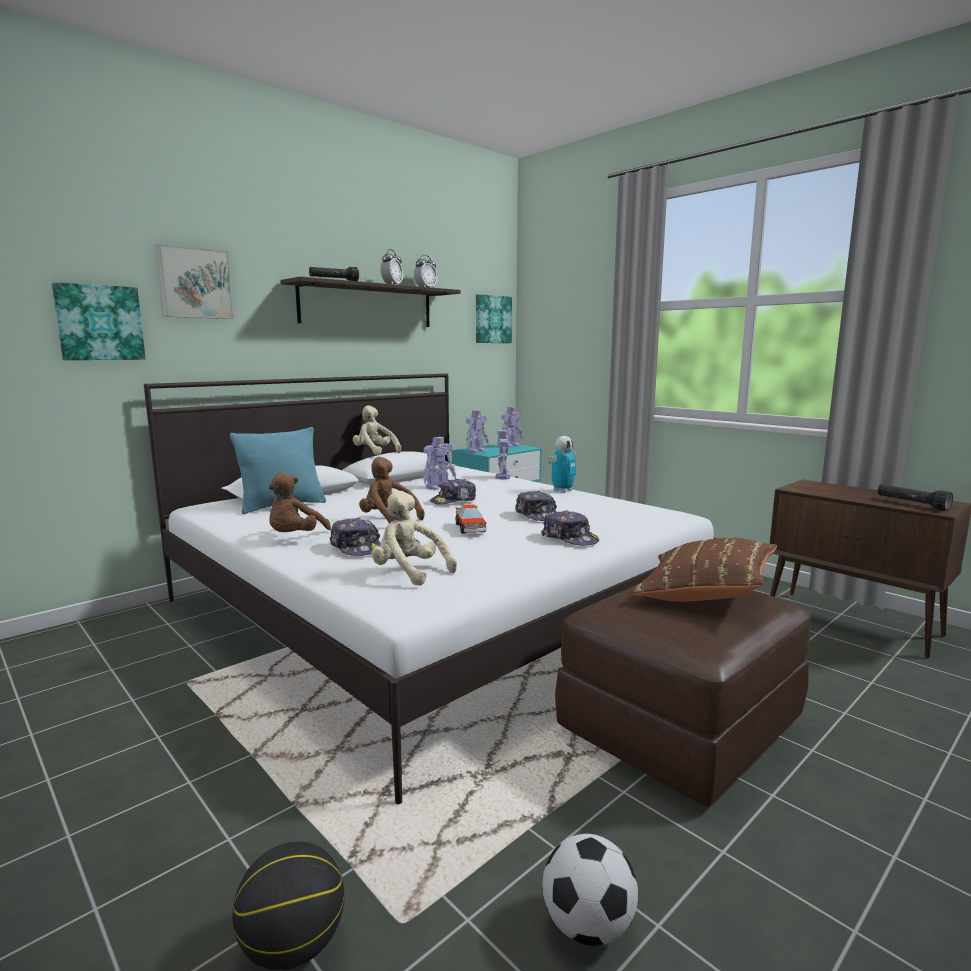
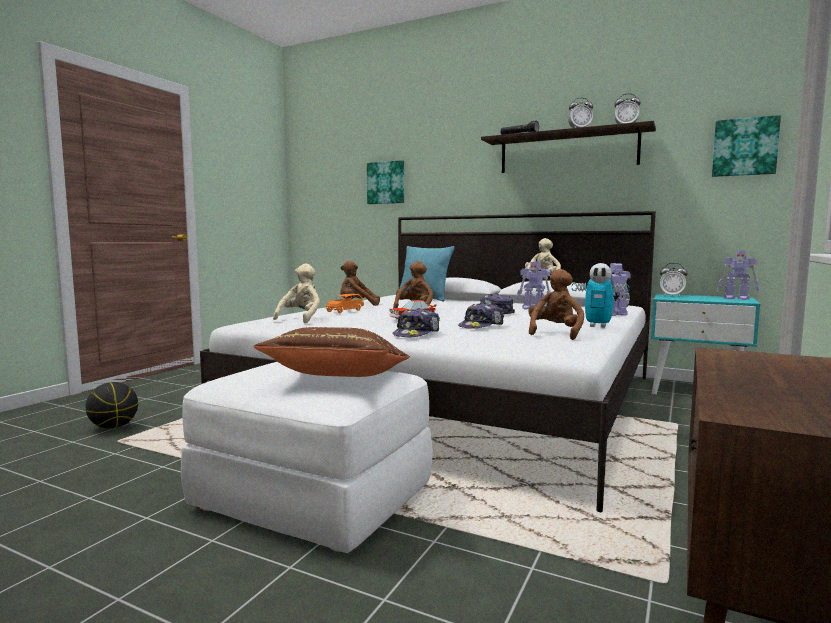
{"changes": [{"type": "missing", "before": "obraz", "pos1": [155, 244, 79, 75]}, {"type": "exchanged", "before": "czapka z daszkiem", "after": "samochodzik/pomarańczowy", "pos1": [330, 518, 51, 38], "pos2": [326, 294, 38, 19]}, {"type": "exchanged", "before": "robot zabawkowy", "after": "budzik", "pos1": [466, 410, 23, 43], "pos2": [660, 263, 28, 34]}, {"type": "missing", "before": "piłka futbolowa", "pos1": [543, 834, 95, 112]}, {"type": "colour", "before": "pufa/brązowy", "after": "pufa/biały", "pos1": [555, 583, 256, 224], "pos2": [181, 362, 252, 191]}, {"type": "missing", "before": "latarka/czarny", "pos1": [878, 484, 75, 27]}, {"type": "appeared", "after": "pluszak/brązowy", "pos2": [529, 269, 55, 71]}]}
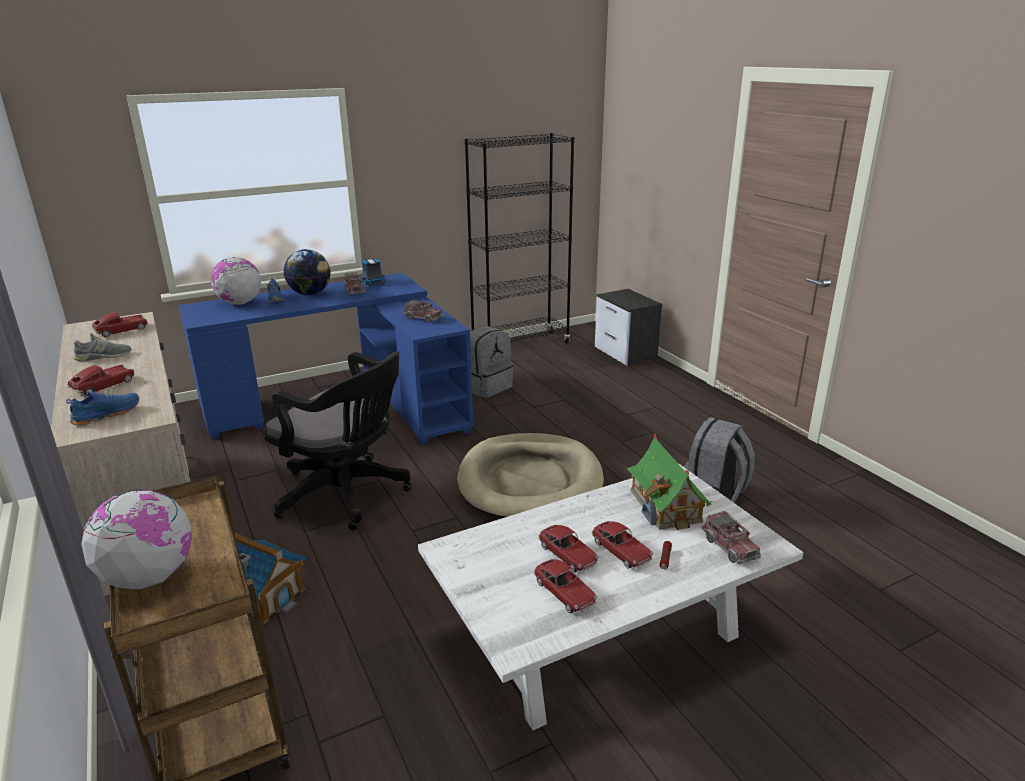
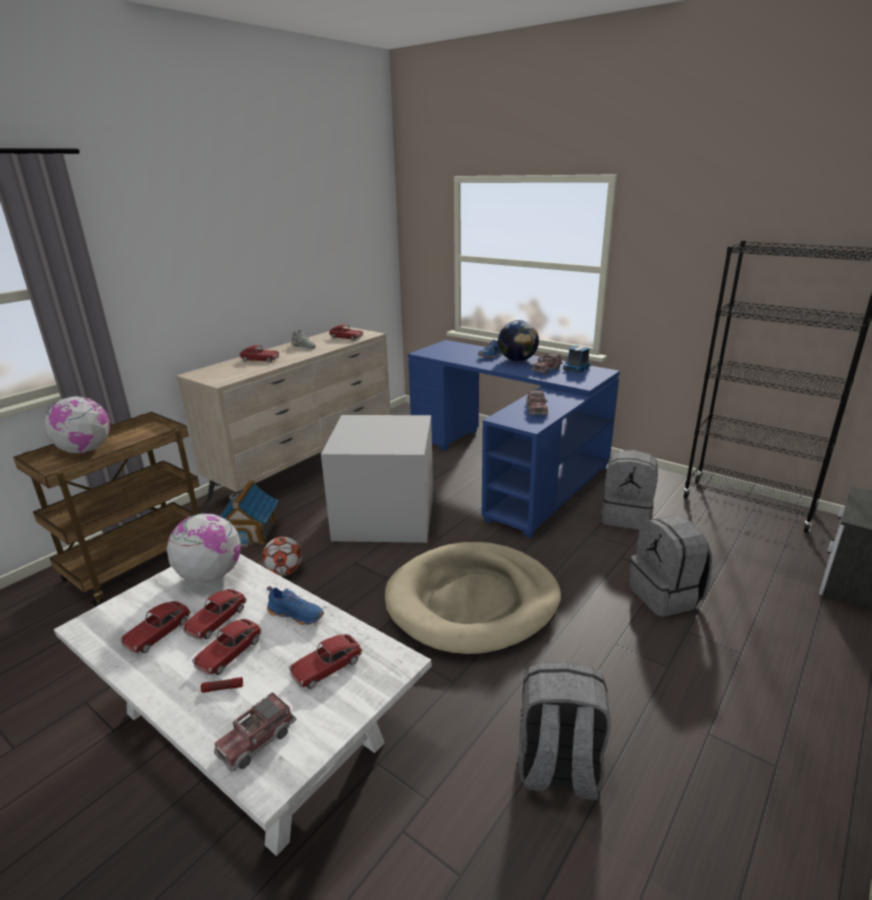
{"changes": [{"type": "relocated", "before": "but/niebieski", "pos1": [66, 391, 73, 35], "pos2": [267, 586, 57, 39]}, {"type": "relocated", "before": "globus", "pos1": [211, 257, 50, 48], "pos2": [167, 513, 74, 70]}, {"type": "exchanged", "before": "krzesło biurowe/czarny", "after": "pojemnik do przechowywania/szary", "pos1": [264, 351, 148, 180], "pos2": [321, 415, 112, 128]}, {"type": "exchanged", "before": "domek", "after": "samochodzik", "pos1": [627, 433, 86, 97], "pos2": [289, 634, 74, 55]}, {"type": "appeared", "after": "piłka futbolowa", "pos2": [262, 537, 40, 39]}, {"type": "appeared", "after": "plecak/szary", "pos2": [629, 515, 83, 102]}]}
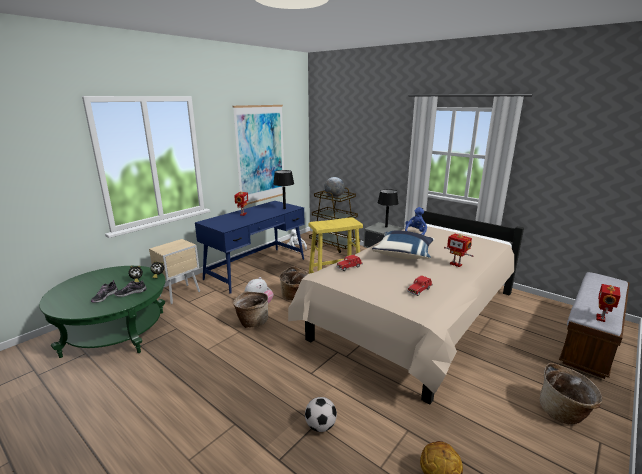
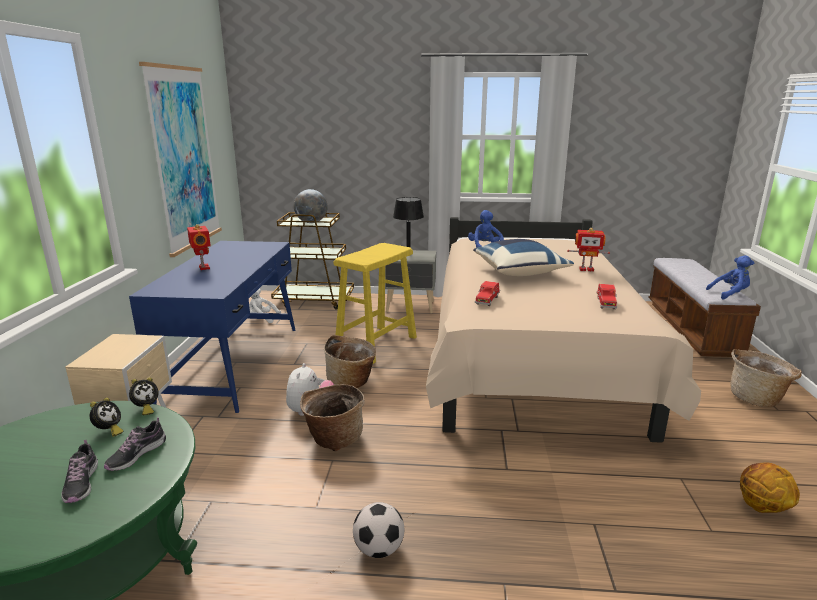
{"changes": [{"type": "missing", "before": "lampa stołowa/czarny", "pos1": [273, 170, 21, 39]}, {"type": "relocated", "before": "piłka futbolowa", "pos1": [305, 397, 32, 35], "pos2": [353, 502, 51, 56]}, {"type": "exchanged", "before": "robot zabawkowy", "after": "pluszak/niebieski", "pos1": [596, 284, 24, 38], "pos2": [706, 255, 48, 44]}]}
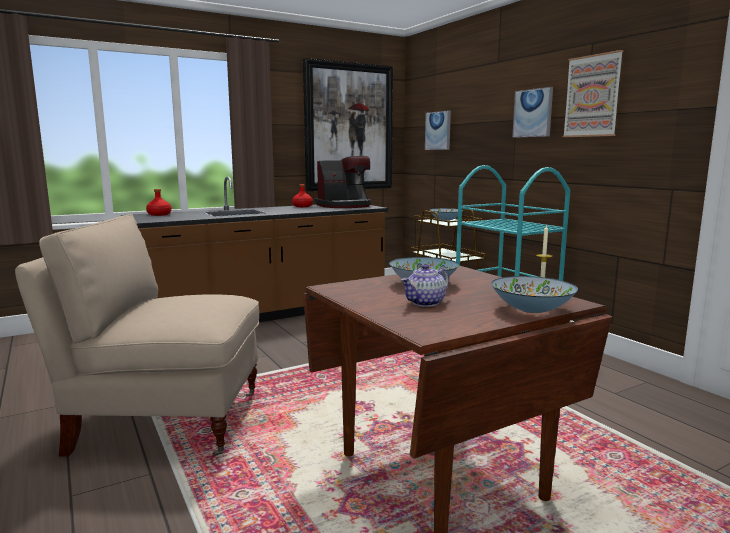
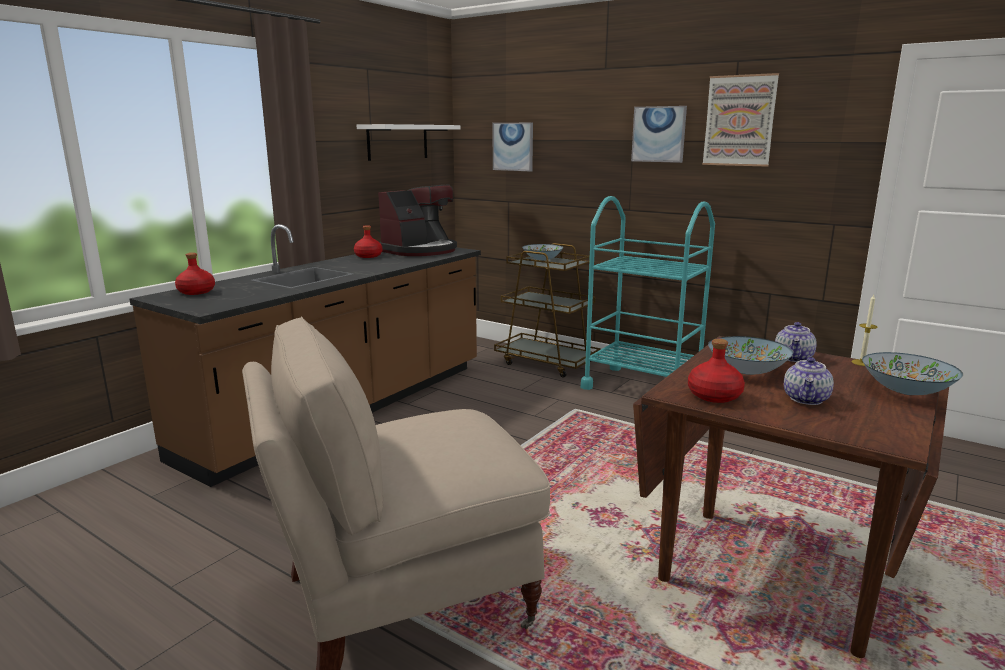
{"changes": [{"type": "exchanged", "before": "obraz", "after": "półka/biały", "pos1": [303, 58, 90, 133], "pos2": [356, 124, 105, 37]}, {"type": "appeared", "after": "butelka/czerwony", "pos2": [688, 339, 57, 64]}, {"type": "appeared", "after": "imbryk", "pos2": [775, 322, 42, 40]}]}
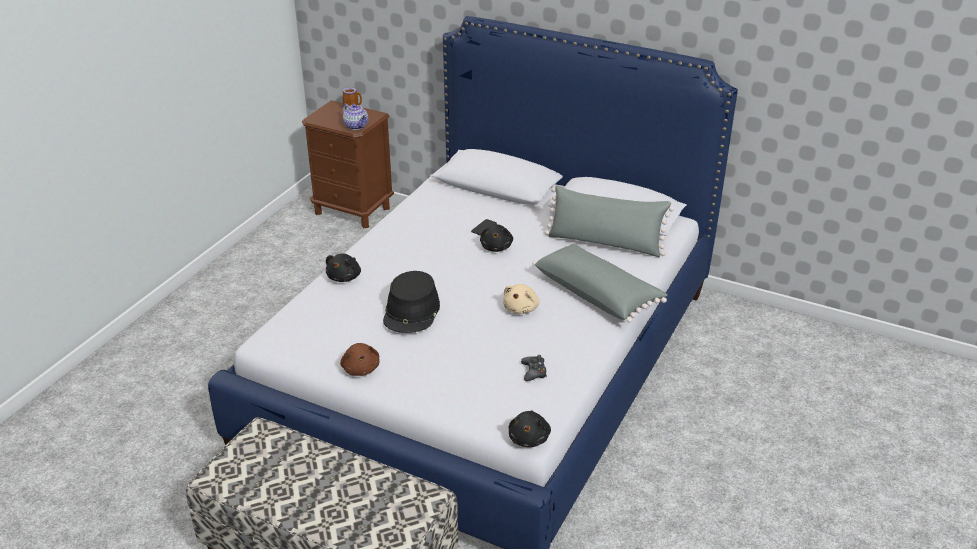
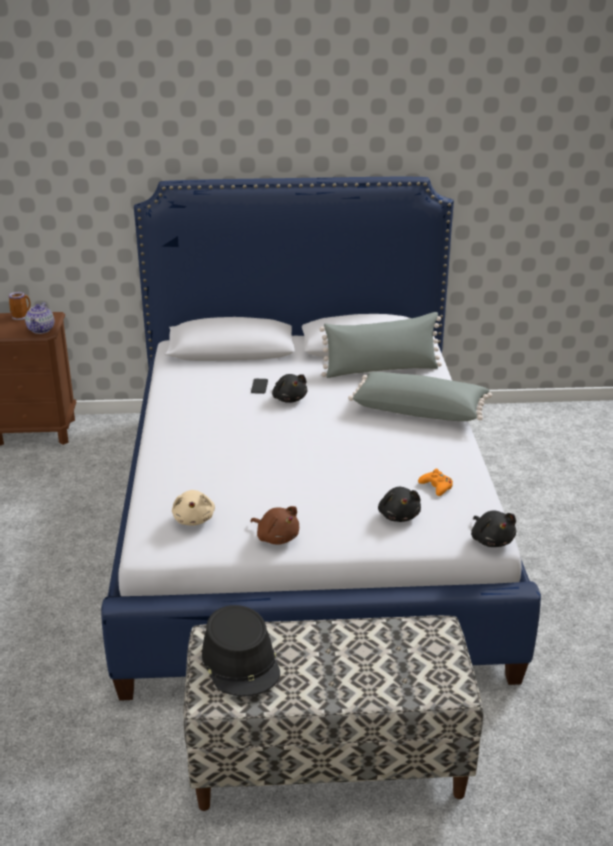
{"changes": [{"type": "relocated", "before": "pluszak/czarny", "pos1": [326, 253, 35, 29], "pos2": [378, 487, 43, 35]}, {"type": "spun", "before": "imbryk", "pos1": [343, 103, 25, 27], "pos2": [25, 302, 29, 32], "turn": 75}, {"type": "relocated", "before": "kapelusz/czarny", "pos1": [383, 271, 57, 62], "pos2": [202, 605, 78, 91]}, {"type": "relocated", "before": "pluszak/beżowy", "pos1": [503, 284, 37, 30], "pos2": [172, 490, 43, 36]}, {"type": "colour", "before": "pad do gier/czarny", "after": "pad do gier/pomarańczowy", "pos1": [521, 355, 26, 26], "pos2": [418, 469, 35, 27]}]}
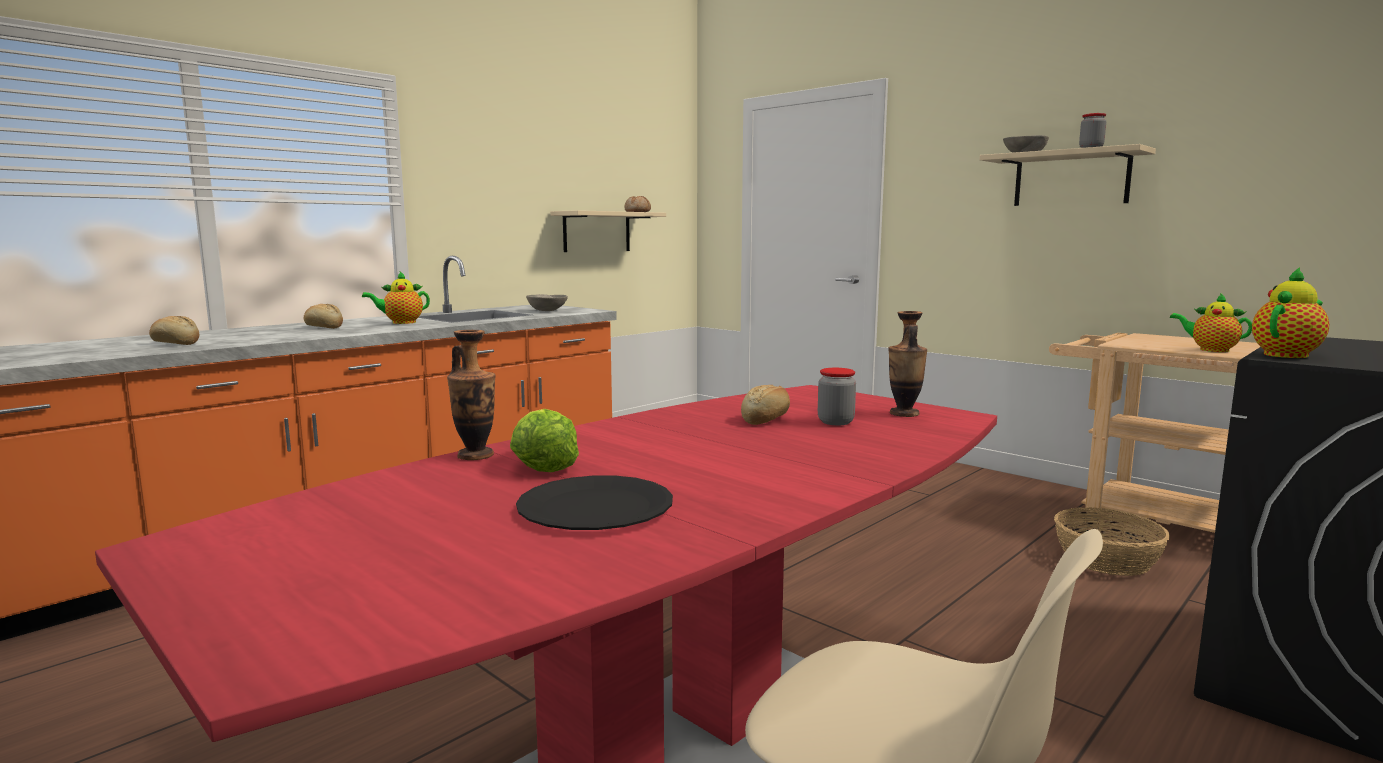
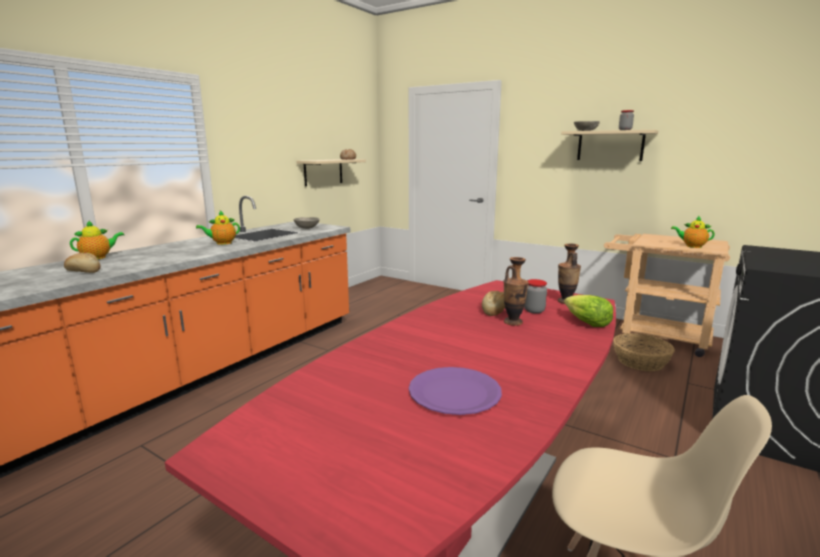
{"changes": [{"type": "missing", "before": "chleb", "pos1": [304, 304, 39, 25]}, {"type": "relocated", "before": "wazon", "pos1": [447, 330, 49, 130], "pos2": [503, 257, 26, 69]}, {"type": "relocated", "before": "sałata", "pos1": [510, 409, 69, 63], "pos2": [564, 295, 49, 32]}, {"type": "colour", "before": "talerz/czarny", "after": "talerz/fioletowy", "pos1": [516, 475, 157, 55], "pos2": [409, 367, 93, 48]}, {"type": "relocated", "before": "imbryk", "pos1": [1252, 267, 77, 91], "pos2": [70, 221, 54, 38]}]}
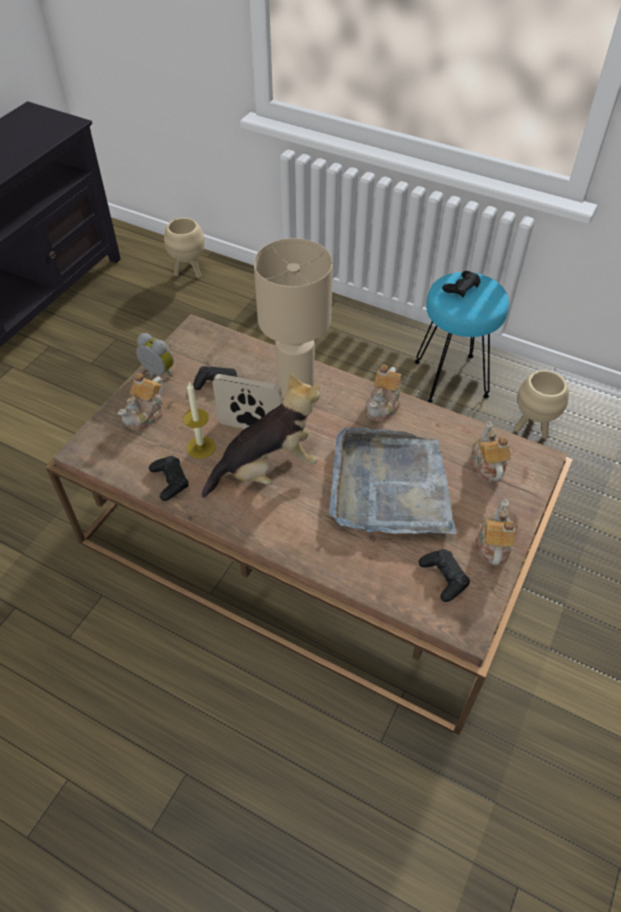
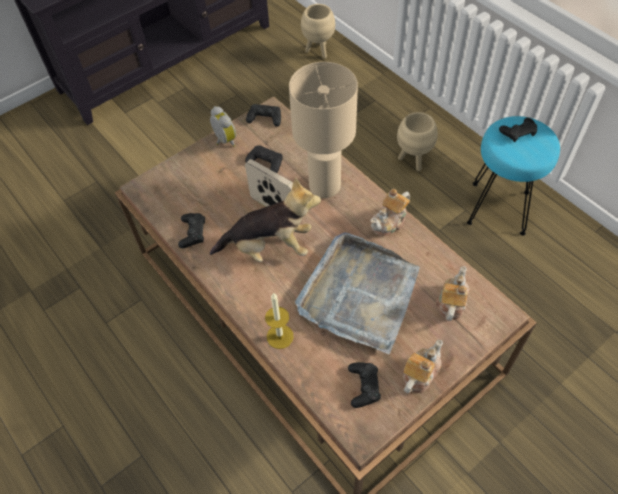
{"changes": [{"type": "missing", "before": "imbryk", "pos1": [118, 373, 46, 57]}, {"type": "relocated", "before": "świeca", "pos1": [183, 382, 32, 77], "pos2": [265, 293, 29, 56]}, {"type": "relocated", "before": "donica/beżowy", "pos1": [514, 370, 55, 69], "pos2": [397, 112, 41, 59]}, {"type": "appeared", "after": "pad do gier/czarny", "pos2": [246, 104, 35, 23]}]}
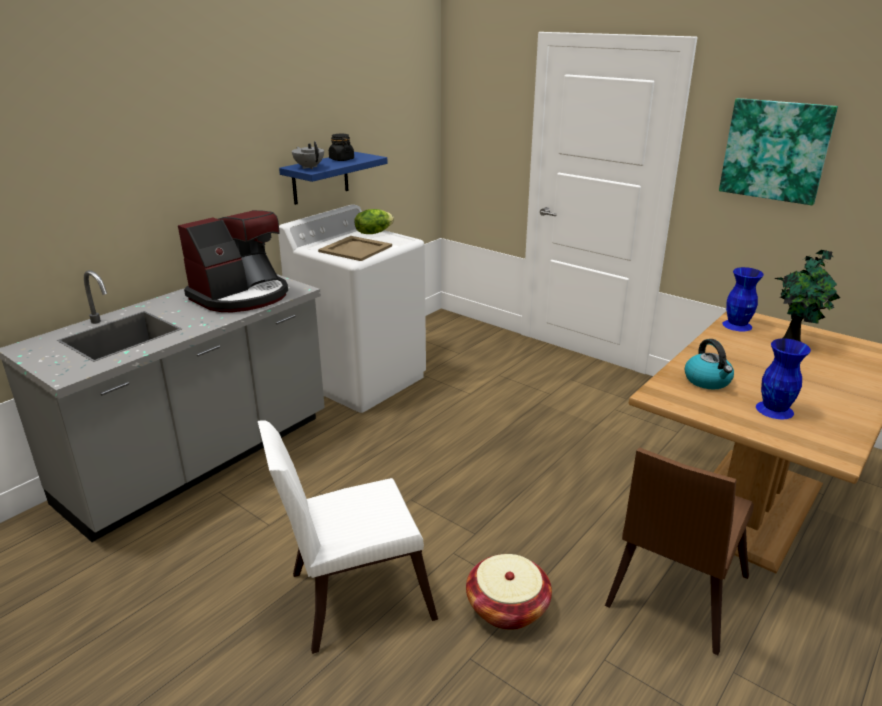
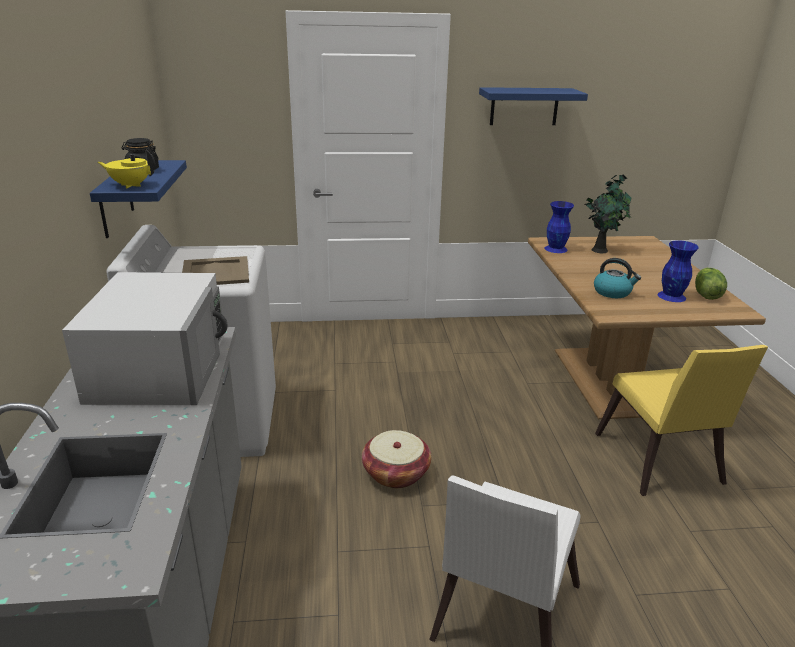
{"changes": [{"type": "exchanged", "before": "ekspres do kawy", "after": "mikrofalówka/biały", "pos1": [178, 210, 110, 103], "pos2": [62, 272, 166, 133]}, {"type": "colour", "before": "imbryk/szary", "after": "imbryk/żółty", "pos1": [292, 141, 32, 28], "pos2": [98, 150, 57, 38]}, {"type": "relocated", "before": "sałata", "pos1": [354, 209, 40, 25], "pos2": [695, 268, 32, 32]}, {"type": "relocated", "before": "koszyk", "pos1": [466, 554, 86, 76], "pos2": [362, 430, 69, 58]}, {"type": "colour", "before": "krzesło/brązowy", "after": "krzesło/żółty", "pos1": [605, 447, 149, 208], "pos2": [595, 345, 173, 151]}, {"type": "exchanged", "before": "obraz", "after": "półka/niebieski", "pos1": [719, 98, 119, 107], "pos2": [479, 87, 109, 38]}]}
